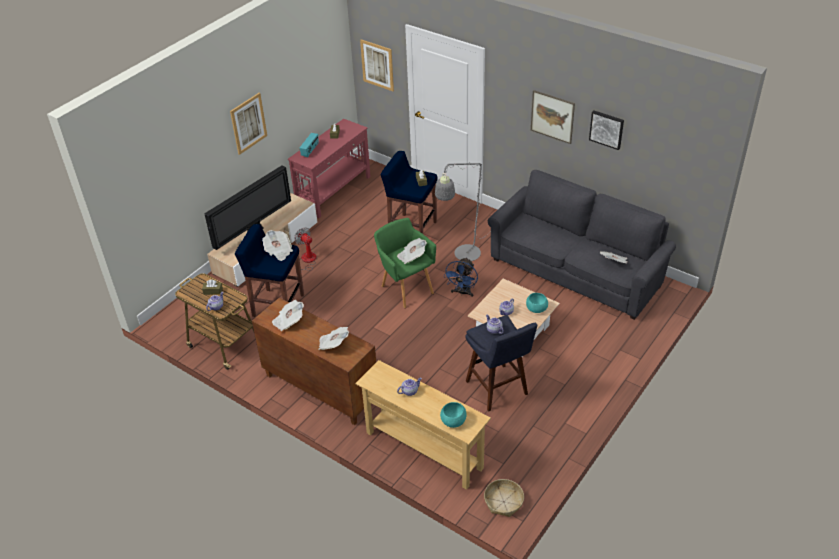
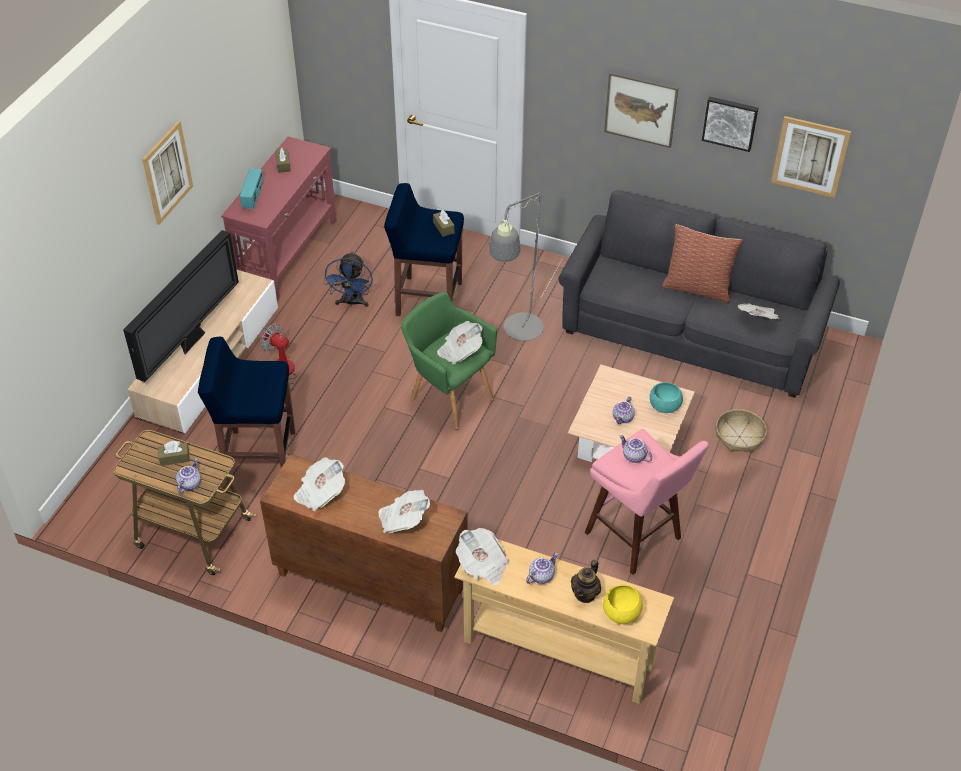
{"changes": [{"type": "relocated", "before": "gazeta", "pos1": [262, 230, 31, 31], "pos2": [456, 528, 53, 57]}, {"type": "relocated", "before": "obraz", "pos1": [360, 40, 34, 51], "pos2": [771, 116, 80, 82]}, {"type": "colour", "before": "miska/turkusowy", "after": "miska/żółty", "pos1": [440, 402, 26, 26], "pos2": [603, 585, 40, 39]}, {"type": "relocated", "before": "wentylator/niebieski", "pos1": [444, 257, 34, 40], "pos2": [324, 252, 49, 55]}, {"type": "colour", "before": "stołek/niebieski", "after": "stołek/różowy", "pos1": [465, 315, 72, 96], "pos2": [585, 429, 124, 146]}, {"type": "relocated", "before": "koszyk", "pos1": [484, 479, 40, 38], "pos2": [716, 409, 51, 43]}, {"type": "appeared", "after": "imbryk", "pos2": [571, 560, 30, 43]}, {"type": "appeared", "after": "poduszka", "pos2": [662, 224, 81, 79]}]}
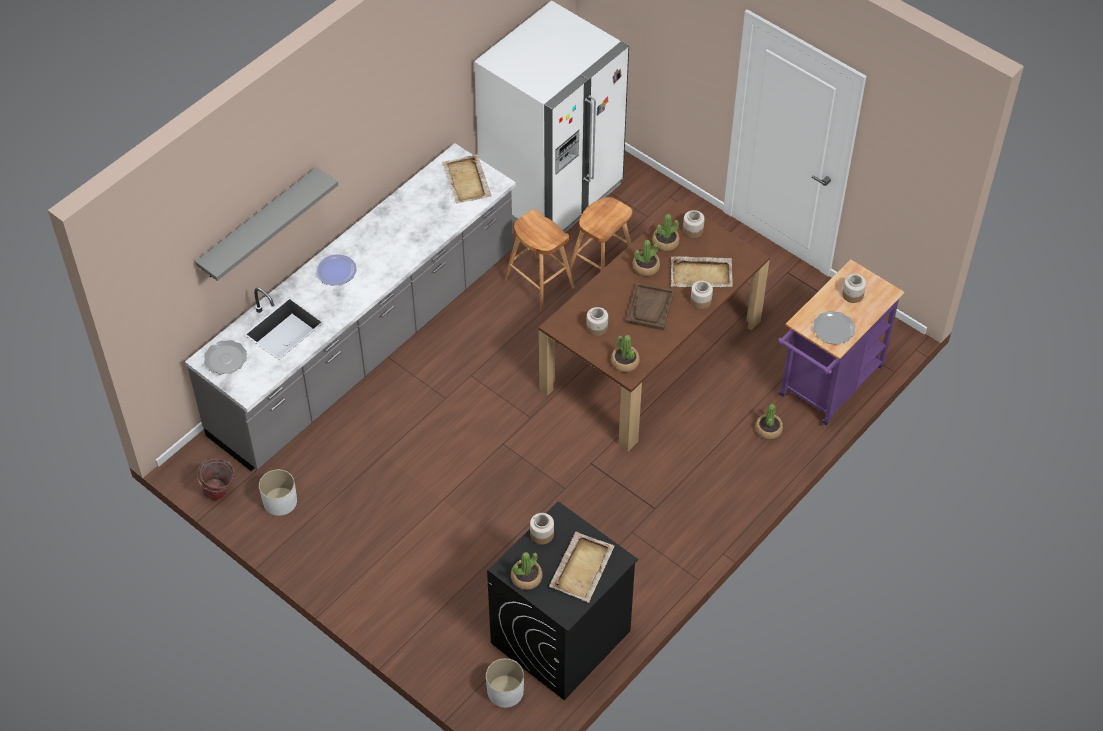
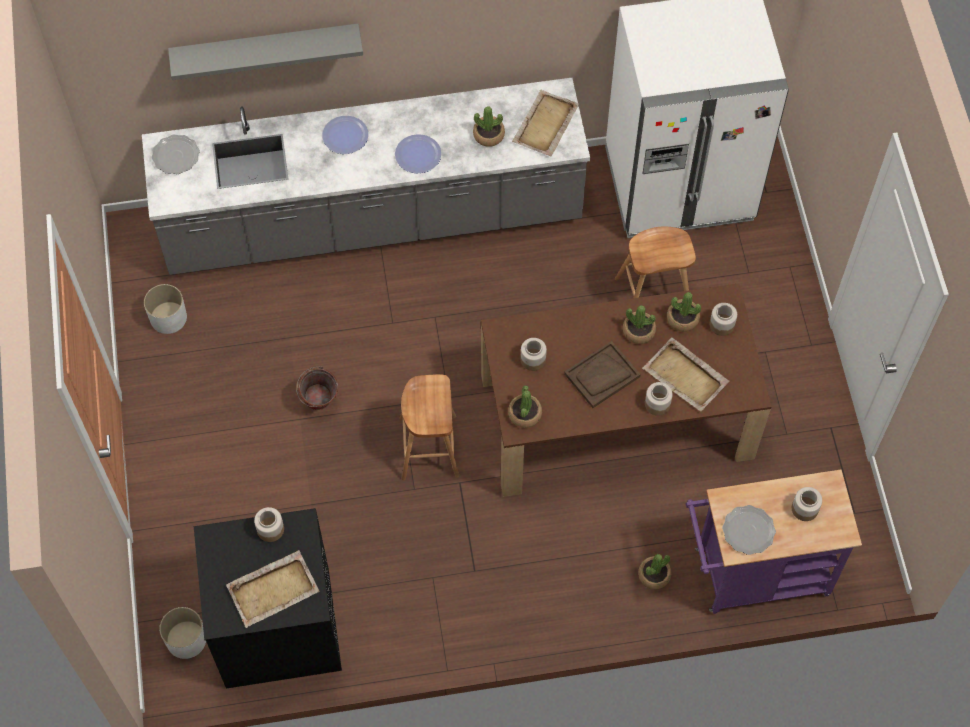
{"changes": [{"type": "relocated", "before": "wiadro", "pos1": [197, 457, 38, 43], "pos2": [296, 367, 42, 43]}, {"type": "relocated", "before": "stołek/brązowy", "pos1": [504, 209, 71, 103], "pos2": [399, 374, 60, 106]}, {"type": "relocated", "before": "roślina doniczkowa", "pos1": [511, 552, 31, 38], "pos2": [473, 106, 32, 41]}, {"type": "appeared", "after": "talerz", "pos2": [395, 134, 46, 39]}]}
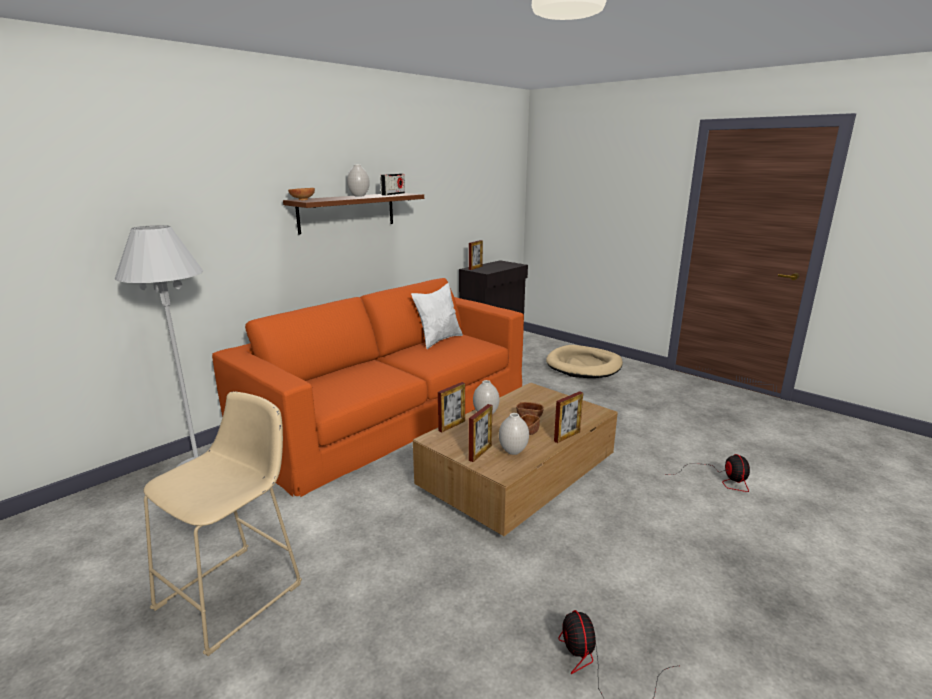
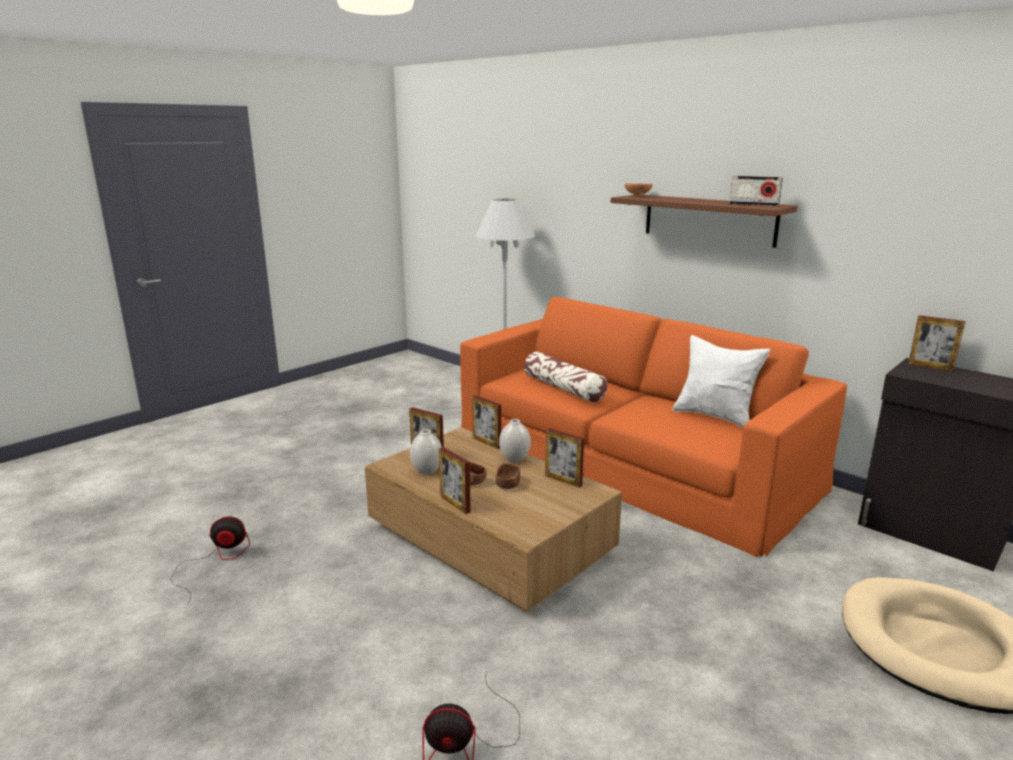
{"changes": [{"type": "missing", "before": "stołek/beżowy", "pos1": [143, 391, 159, 265]}, {"type": "missing", "before": "wazon/biały", "pos1": [347, 164, 23, 32]}, {"type": "appeared", "after": "poduszka", "pos2": [524, 352, 84, 51]}, {"type": "appeared", "after": "ramka na zdjęcie", "pos2": [545, 428, 39, 60]}]}
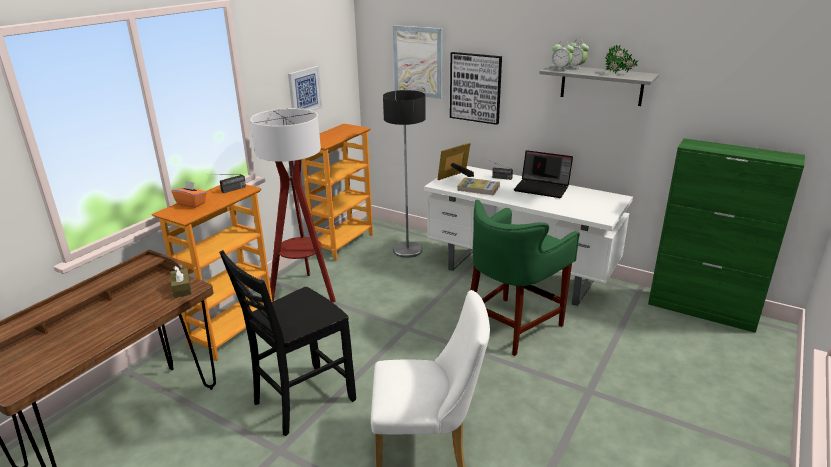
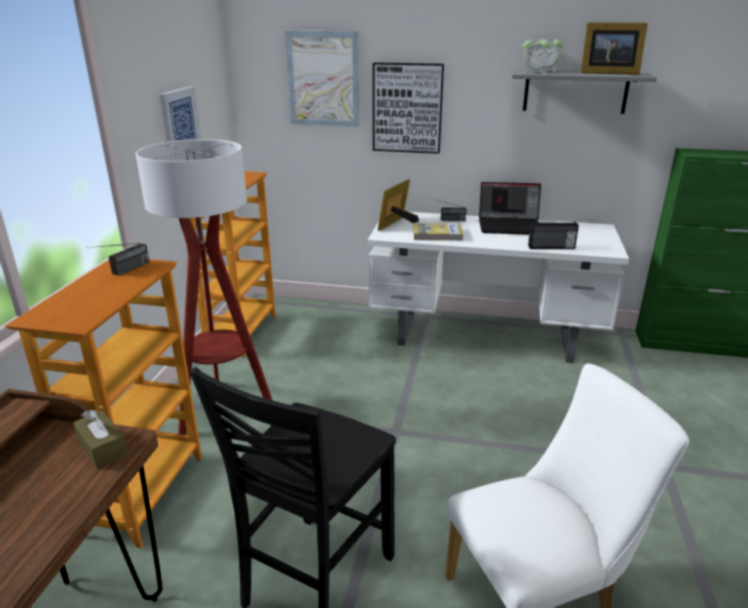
{"changes": [{"type": "missing", "before": "pudełko chusteczek/pomarańczowy", "pos1": [171, 180, 36, 28]}, {"type": "missing", "before": "lampa stojąca", "pos1": [383, 90, 43, 168]}, {"type": "missing", "before": "stołek/zielony", "pos1": [470, 200, 110, 156]}, {"type": "exchanged", "before": "roślina doniczkowa", "after": "ramka na zdjęcie", "pos1": [605, 44, 33, 30], "pos2": [581, 22, 67, 53]}, {"type": "appeared", "after": "radio", "pos2": [528, 222, 51, 27]}]}
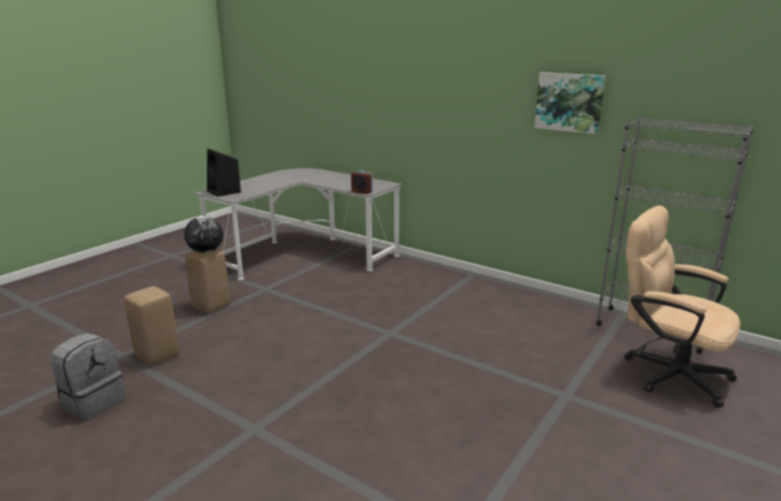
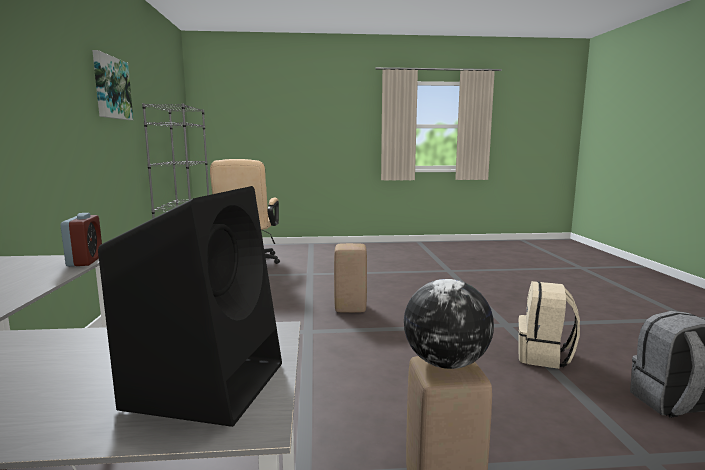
{"changes": [{"type": "relocated", "before": "stołek/beżowy", "pos1": [124, 286, 55, 80], "pos2": [334, 243, 33, 70]}, {"type": "appeared", "after": "plecak/beżowy", "pos2": [518, 281, 62, 88]}]}
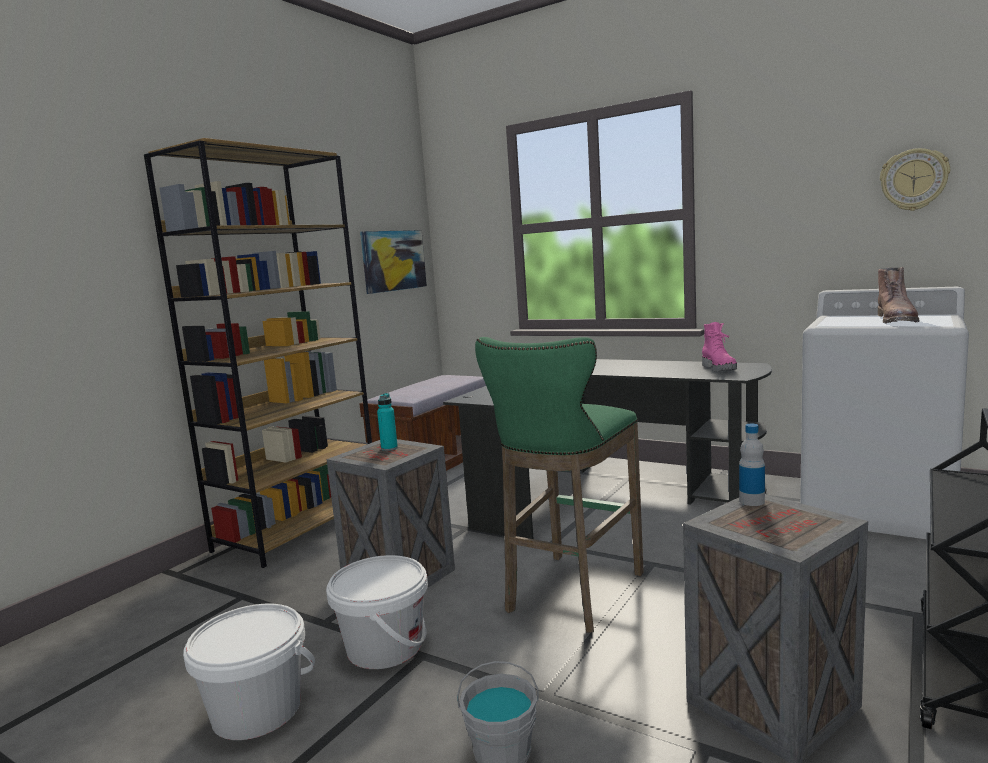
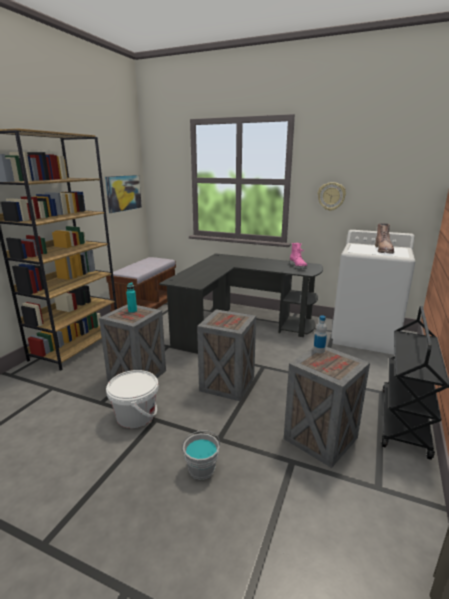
{"changes": [{"type": "missing", "before": "wiadro/biały", "pos1": [183, 604, 132, 136]}, {"type": "exchanged", "before": "stołek/zielony", "after": "skrzynka", "pos1": [475, 337, 169, 296], "pos2": [197, 309, 59, 92]}, {"type": "relocated", "before": "zegar ścienny", "pos1": [880, 148, 70, 63], "pos2": [318, 182, 28, 29]}]}
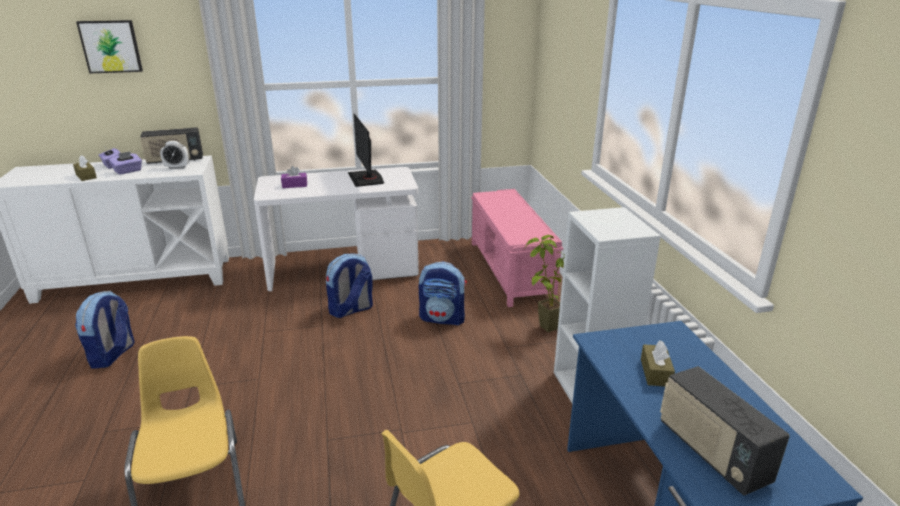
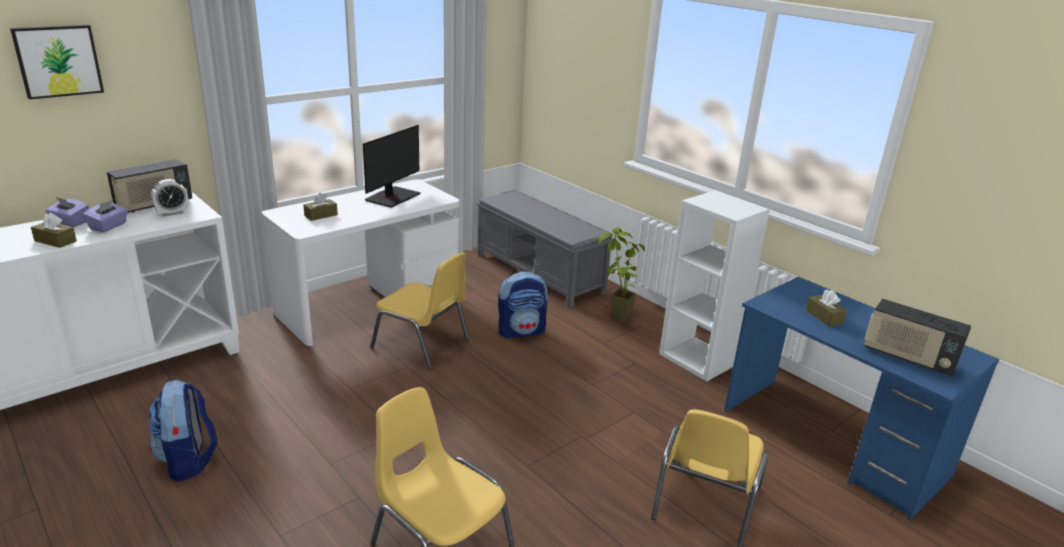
{"changes": [{"type": "colour", "before": "pudełko chusteczek/fioletowy", "after": "pudełko chusteczek/brązowy", "pos1": [281, 166, 26, 22], "pos2": [303, 193, 35, 28]}, {"type": "exchanged", "before": "plecak", "after": "krzesło/żółty", "pos1": [326, 254, 47, 64], "pos2": [370, 253, 100, 117]}, {"type": "spun", "before": "monitor", "pos1": [348, 114, 36, 73], "pos2": [363, 125, 58, 83], "turn": -105}, {"type": "colour", "before": "ławka/różowy", "after": "ławka/szary", "pos1": [471, 189, 92, 118], "pos2": [477, 190, 136, 118]}]}
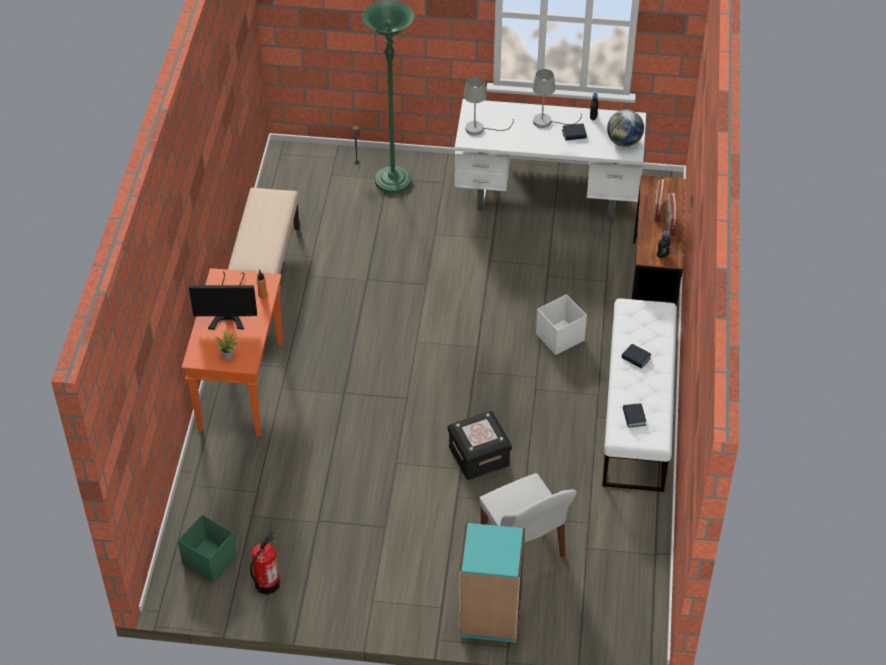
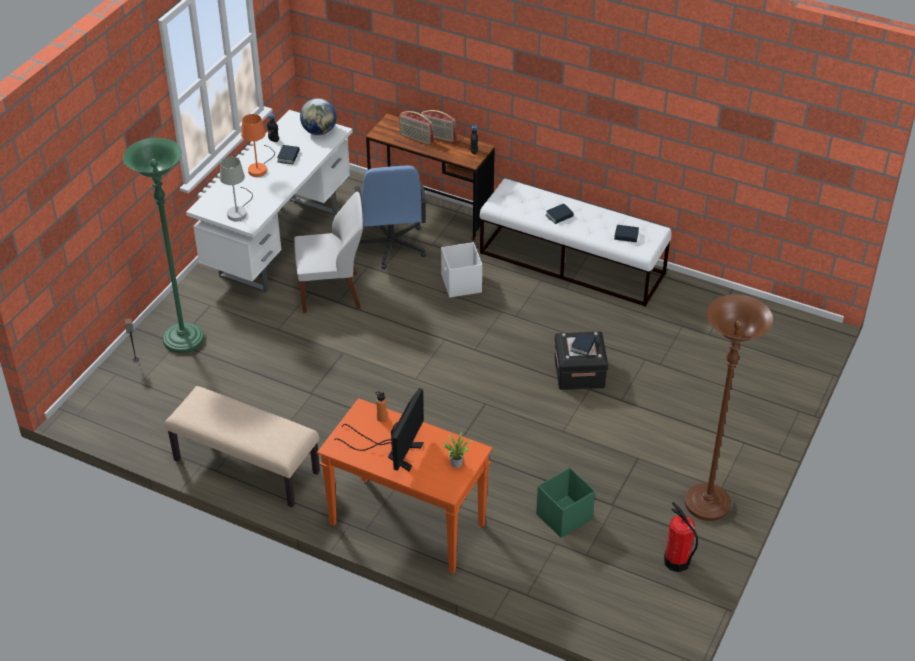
{"changes": [{"type": "relocated", "before": "pojemnik do przechowywania/zielony", "pos1": [178, 514, 59, 69], "pos2": [536, 467, 59, 71]}, {"type": "missing", "before": "regał/turkusowy", "pos1": [458, 523, 67, 120]}, {"type": "relocated", "before": "krzesło/biały", "pos1": [480, 473, 97, 84], "pos2": [294, 192, 69, 121]}, {"type": "colour", "before": "lampa stołowa/szary", "after": "lampa stołowa/pomarańczowy", "pos1": [532, 69, 50, 59], "pos2": [241, 114, 34, 63]}, {"type": "appeared", "after": "krzesło biurowe/niebieski", "pos2": [354, 166, 73, 104]}, {"type": "appeared", "after": "książka", "pos2": [571, 332, 25, 24]}, {"type": "appeared", "after": "lampa stojąca/brązowy", "pos2": [685, 294, 88, 227]}]}
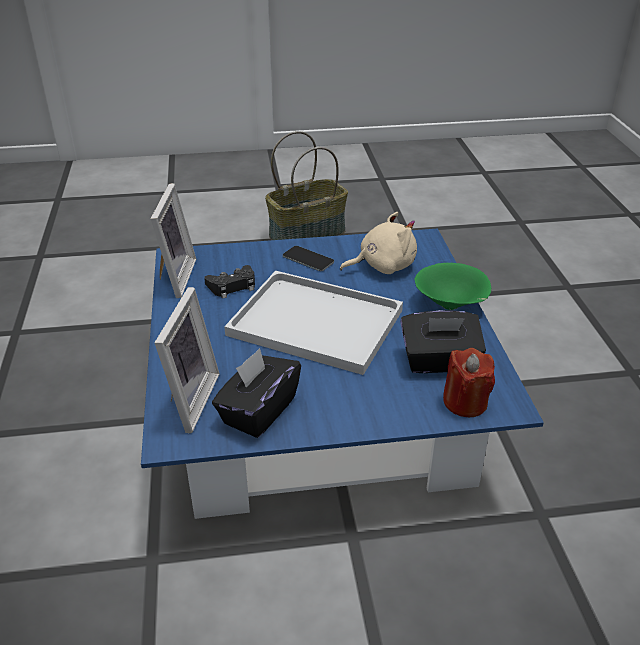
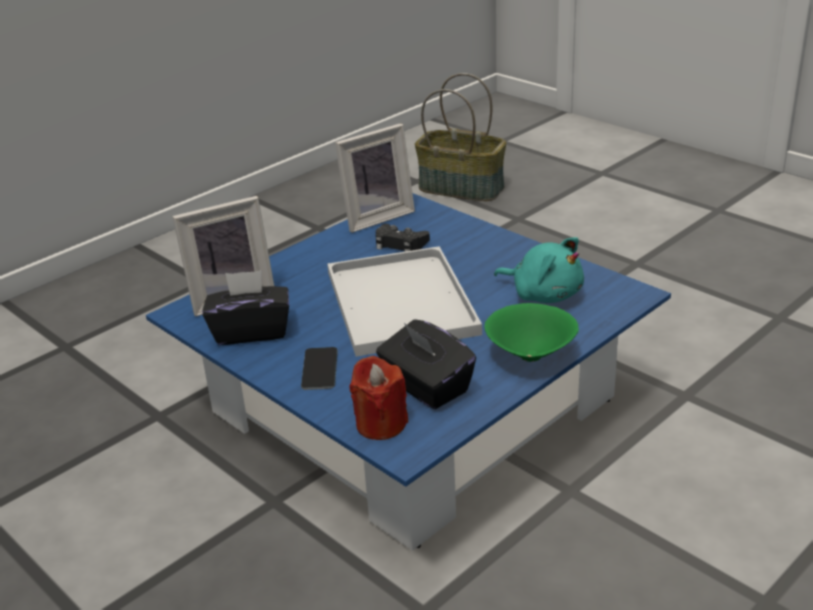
{"changes": [{"type": "relocated", "before": "koszyk", "pos1": [265, 131, 83, 109], "pos2": [415, 73, 91, 128]}, {"type": "relocated", "before": "telefon", "pos1": [283, 246, 51, 25], "pos2": [301, 347, 37, 43]}, {"type": "colour", "before": "pluszak/beżowy", "after": "pluszak/turkusowy", "pos1": [340, 212, 77, 62], "pos2": [494, 237, 90, 66]}]}
